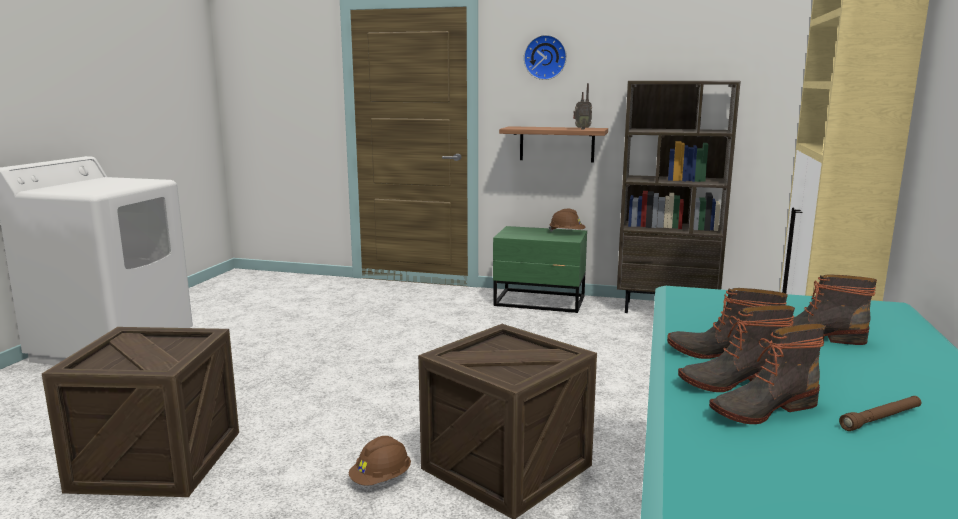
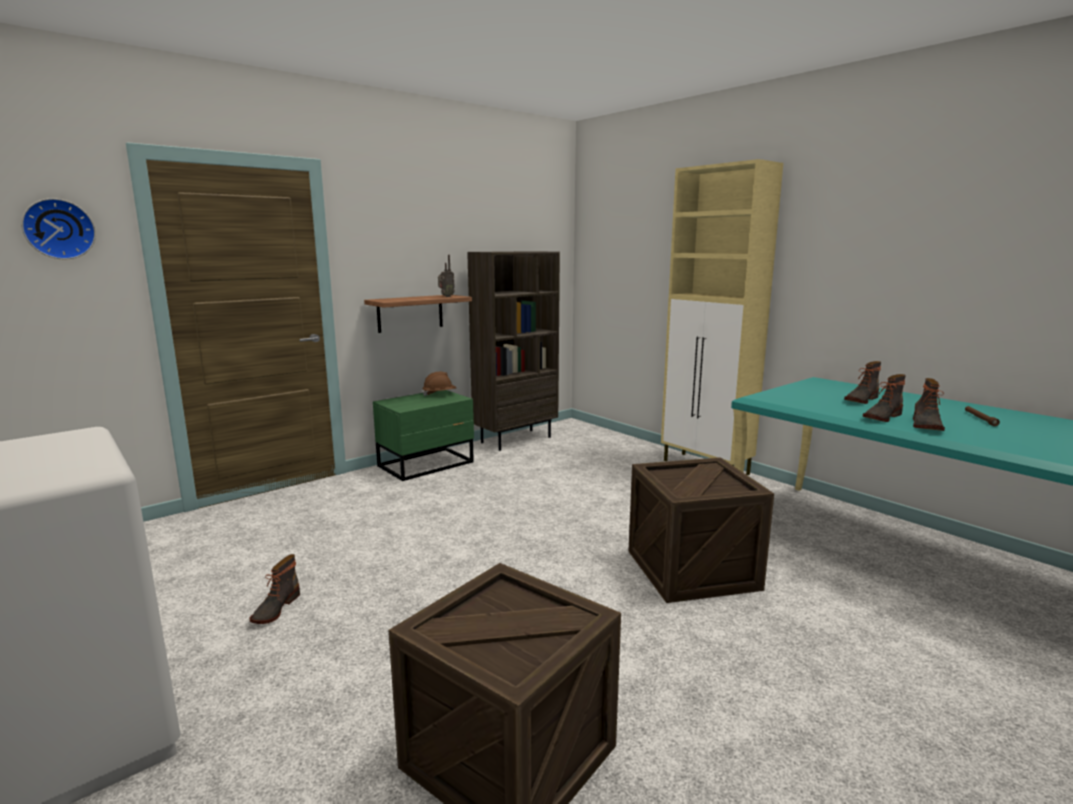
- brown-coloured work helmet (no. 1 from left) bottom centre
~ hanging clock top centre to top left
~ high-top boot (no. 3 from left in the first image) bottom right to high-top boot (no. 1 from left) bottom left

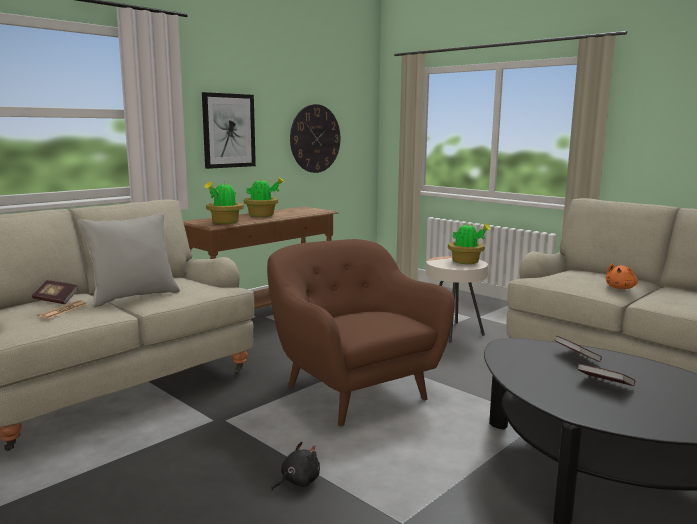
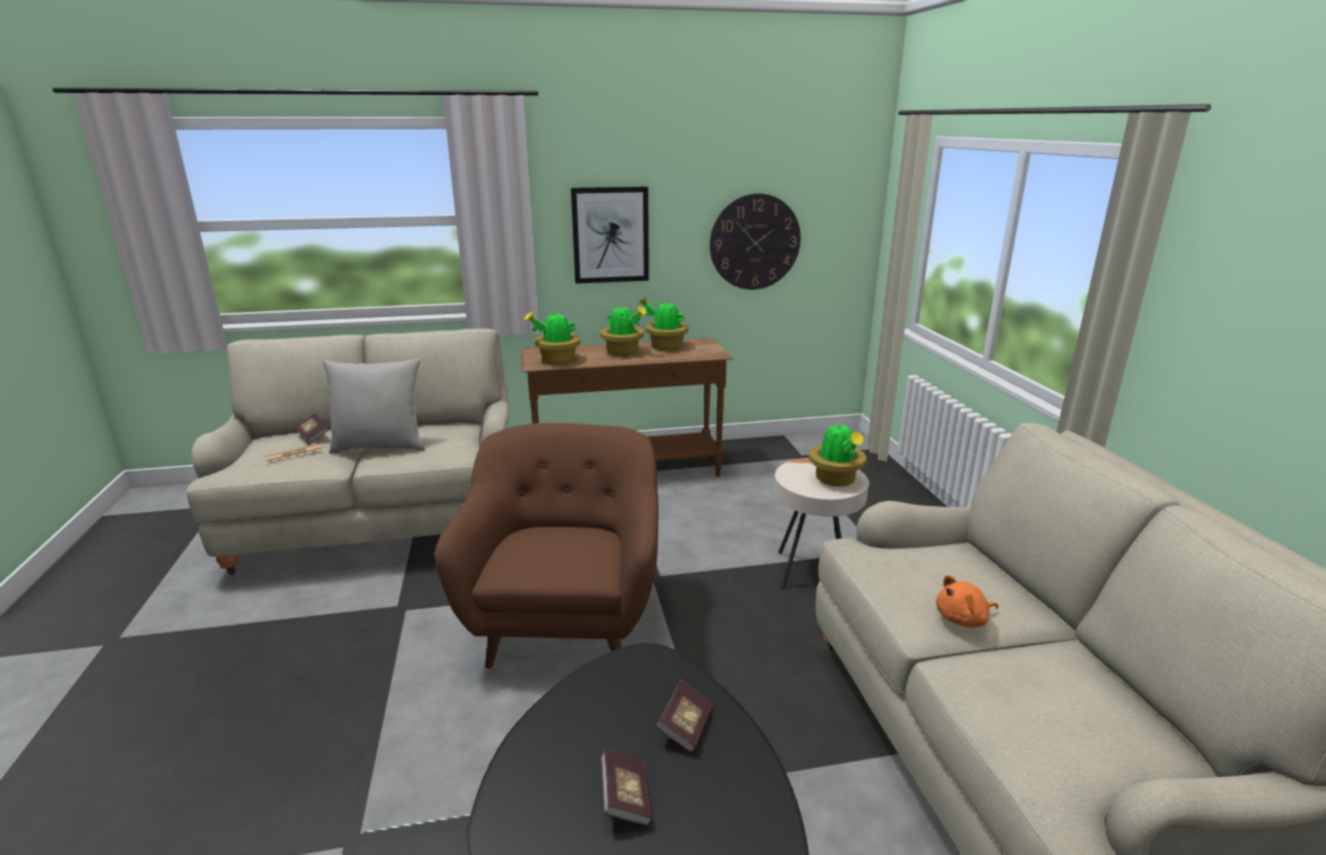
- black-coloured plush toy bottom centre
+ houseplant (no. 3 from left) centre

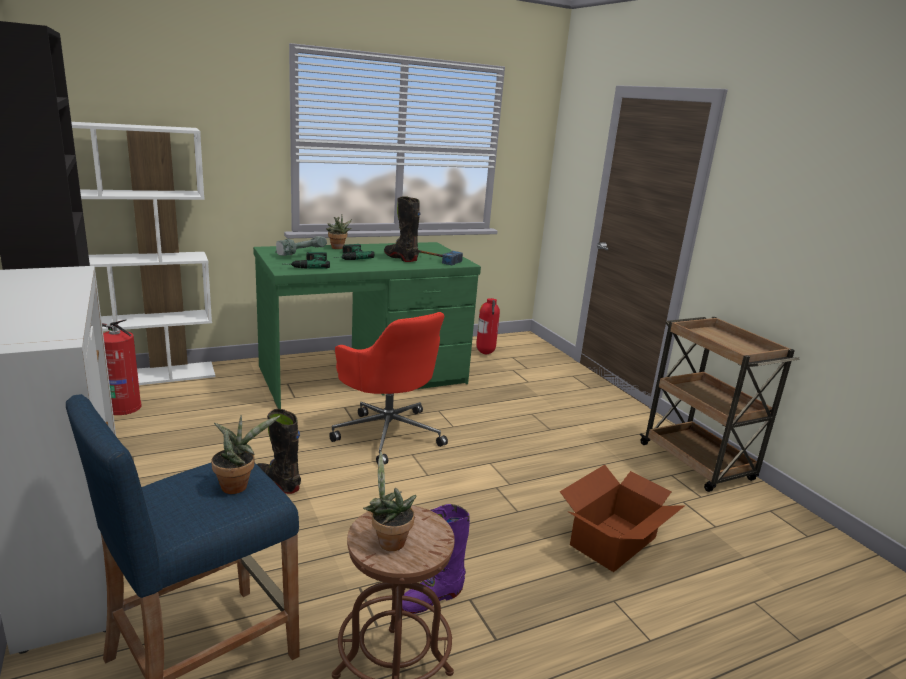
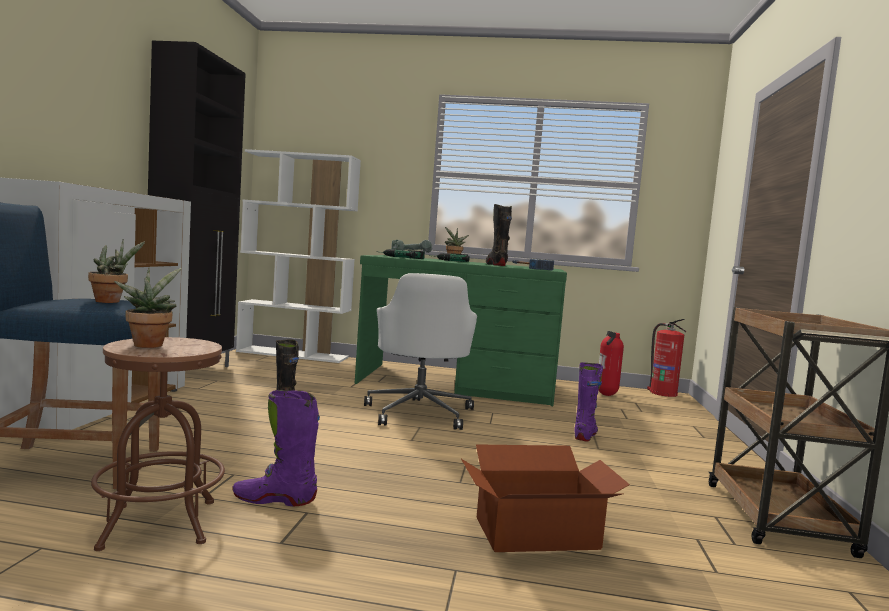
~ fire extinguisher (no. 1 from left in the first image) middle left to fire extinguisher (no. 2 from left) middle right
~ reddish office chair centre to white office chair centre
+ purplish high-top boot (no. 2 from left) centre

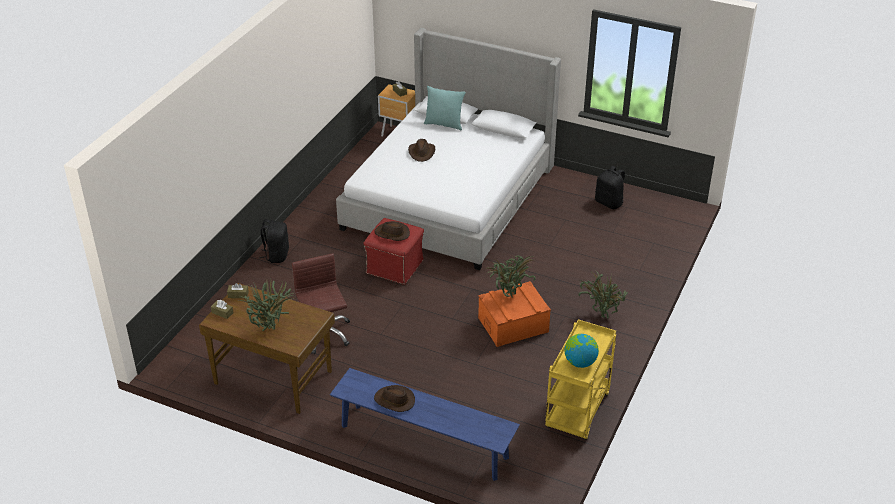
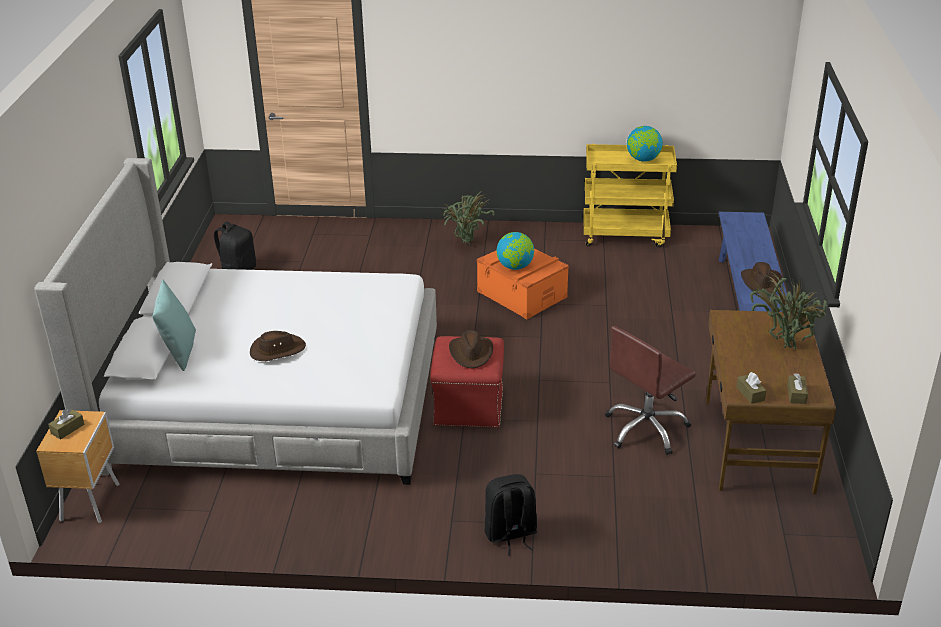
~ houseplant (no. 2 from left) centre to world globe (no. 1 from left) centre

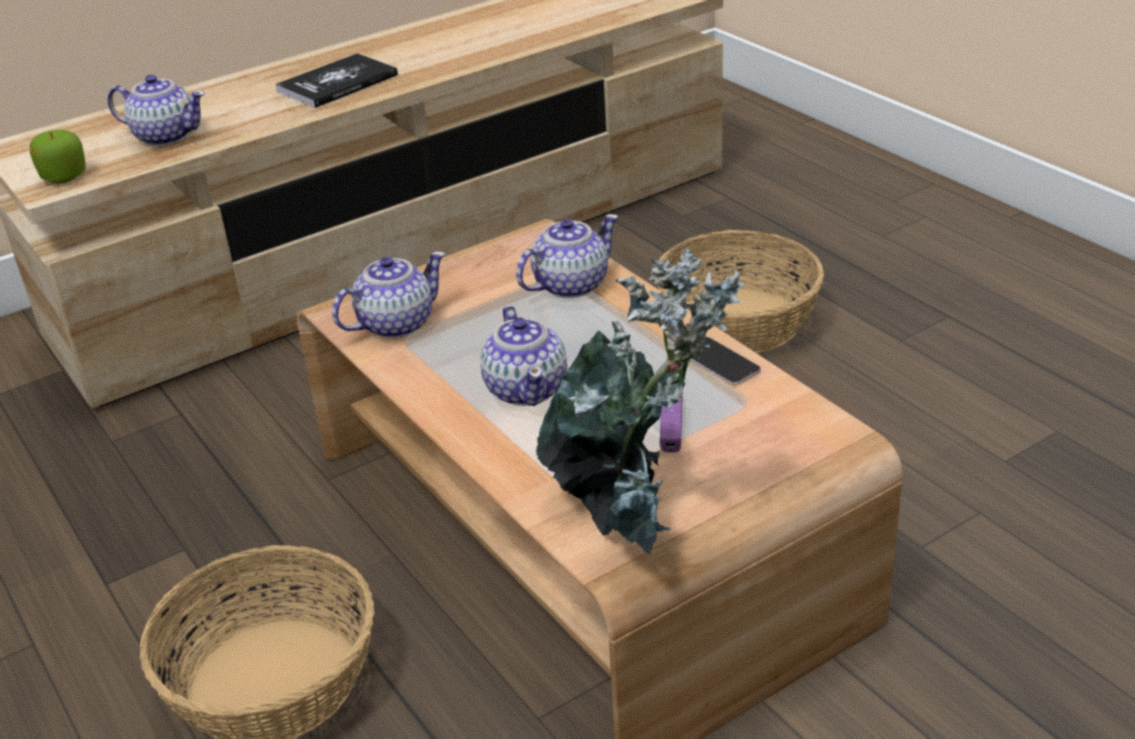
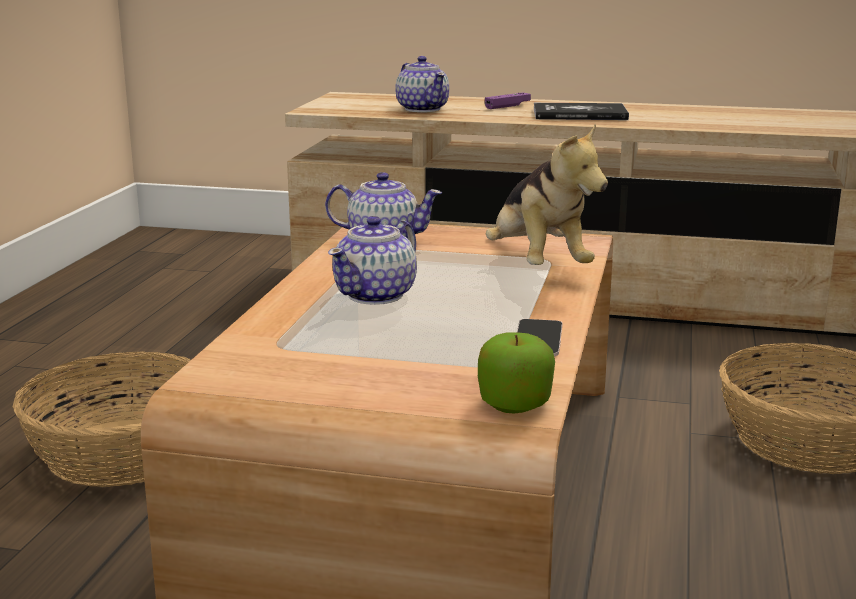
~ apple fruit top left to centre
~ tea pot (no. 4 from left) centre to plush toy top centre
- houseplant centre
~ purplish gamepad centre to top centre

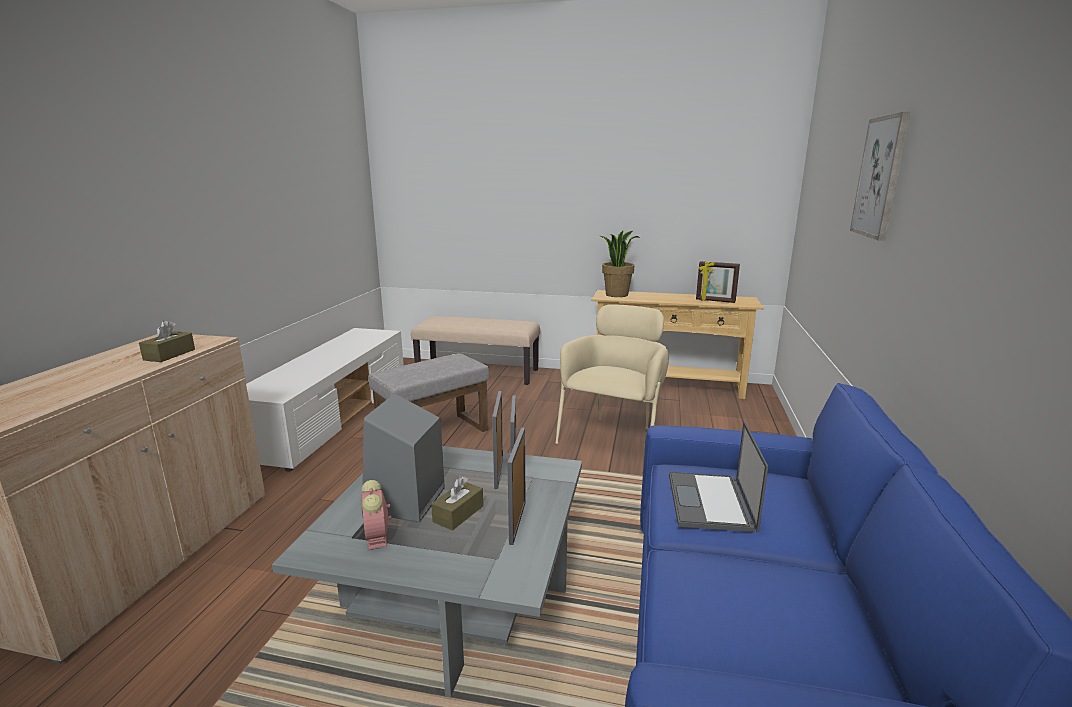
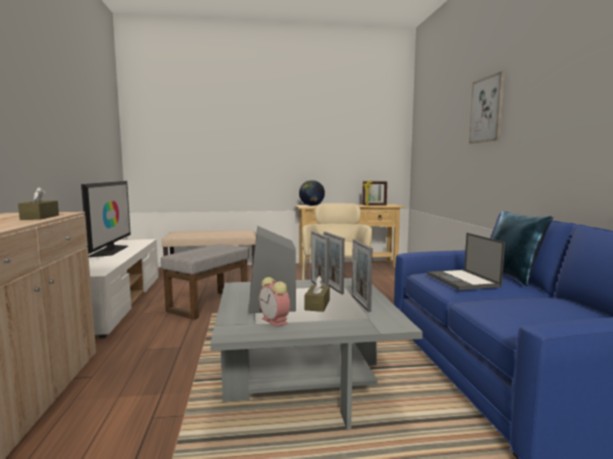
~ houseplant centre to world globe centre
+ TV set middle left
+ bluish throw pillow middle right

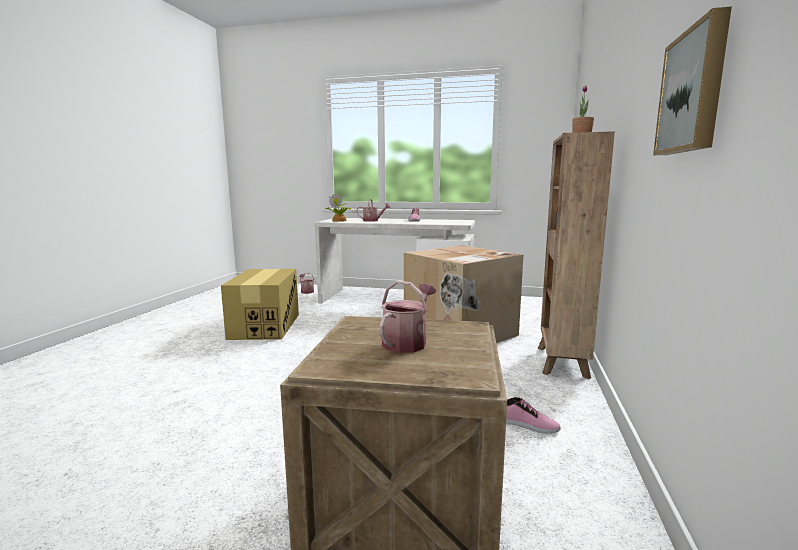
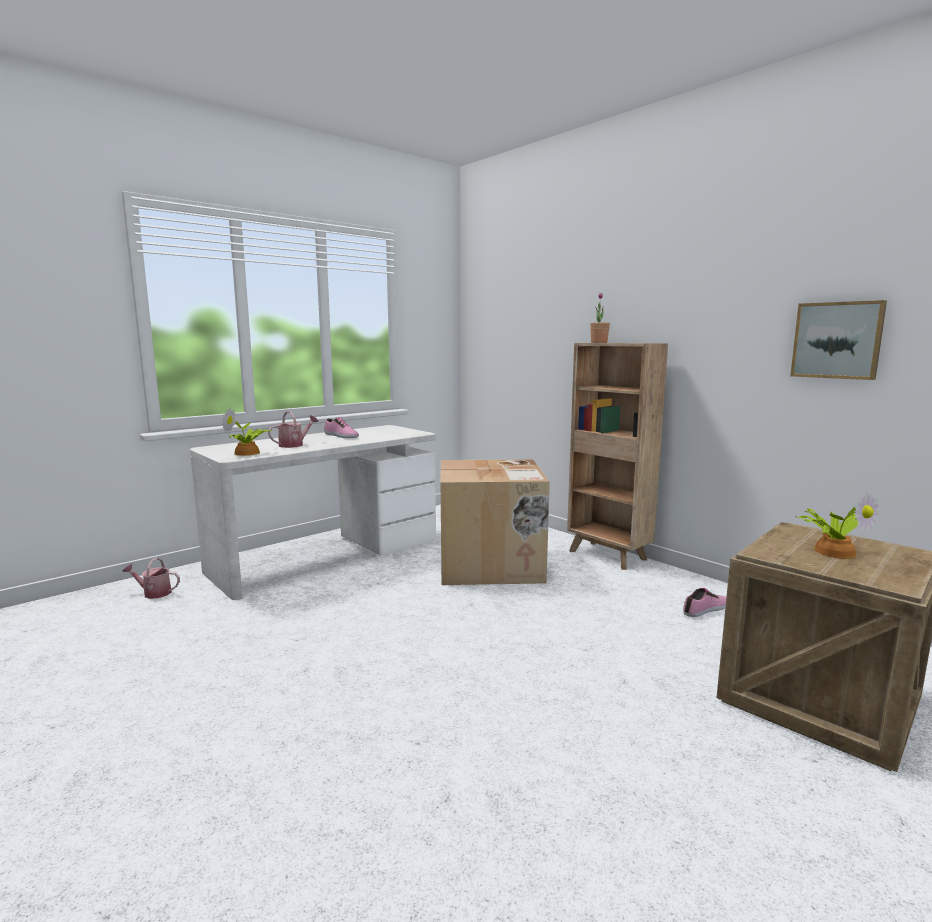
- cardboard box (no. 1 from left) middle left
~ watering pot (no. 3 from left) centre to houseplant (no. 3 from left) middle right

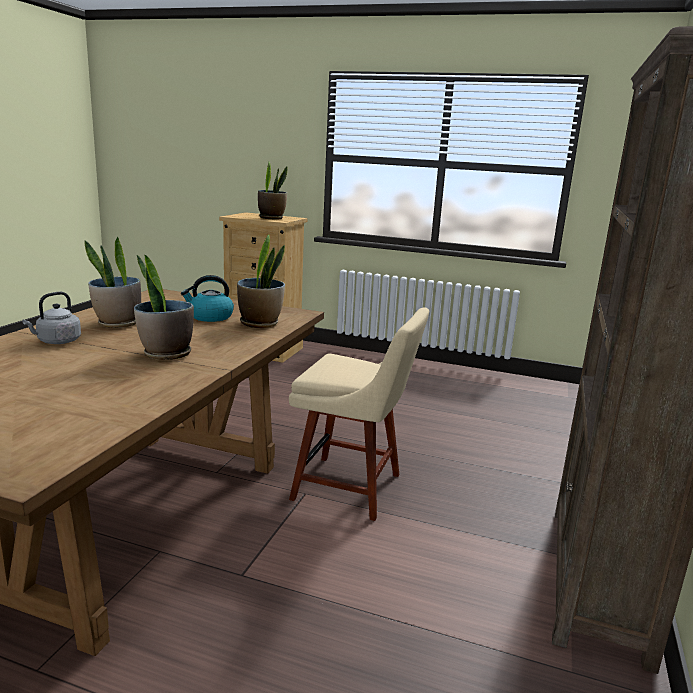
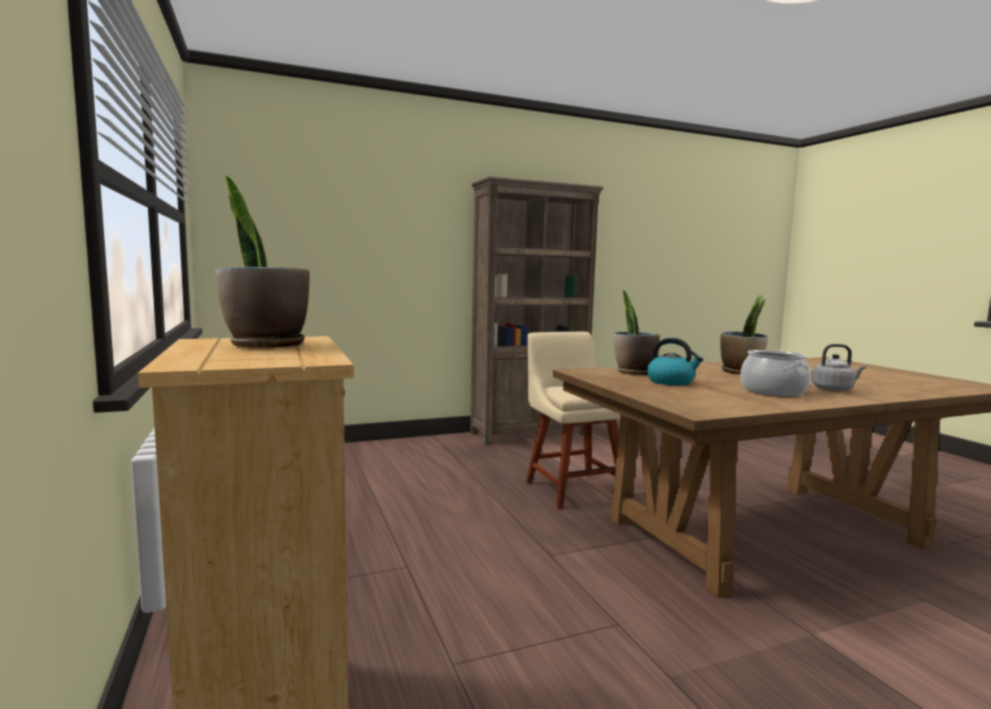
~ houseplant (no. 1 from left) middle left to cooking pot middle right

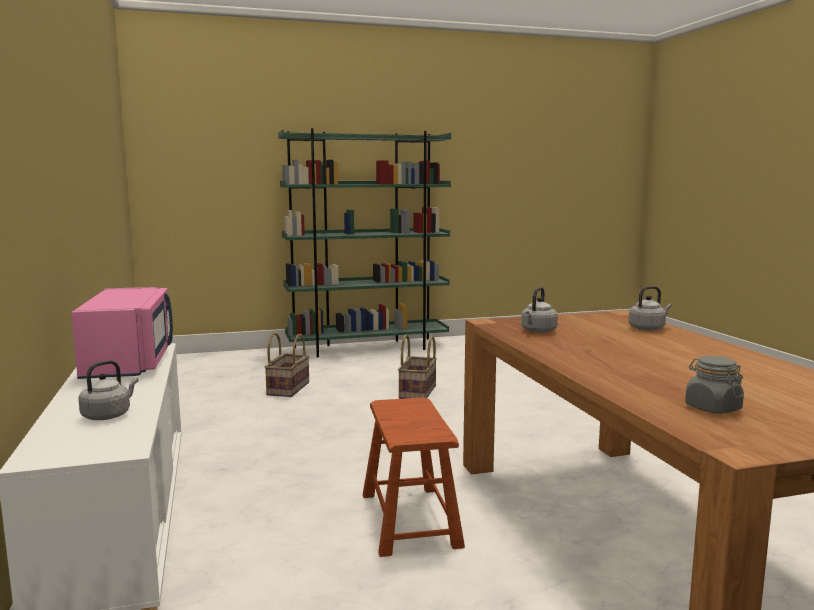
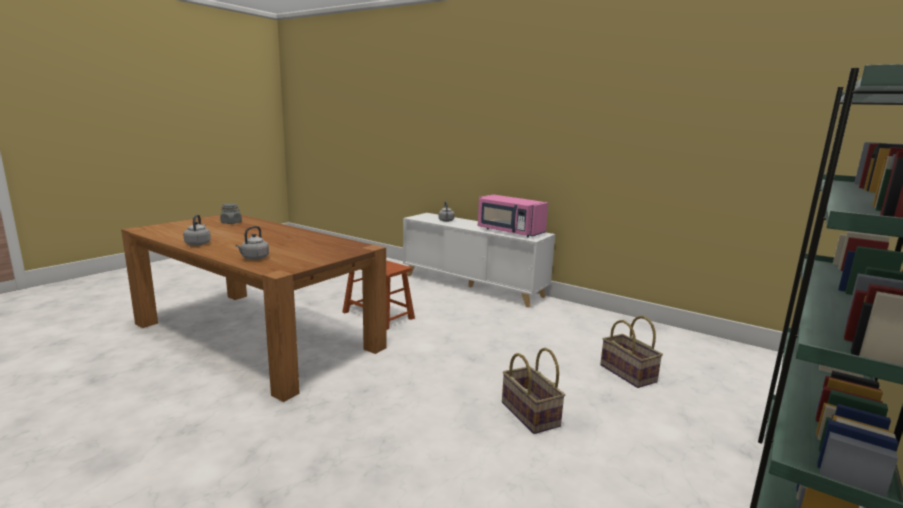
~ grey water kettle (no. 2 from left in the first image) centre to grey water kettle (no. 1 from left) middle left

